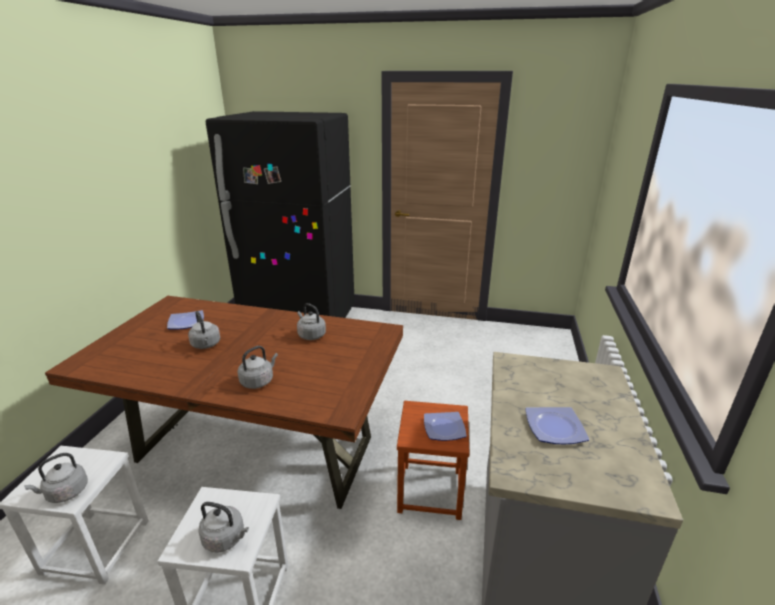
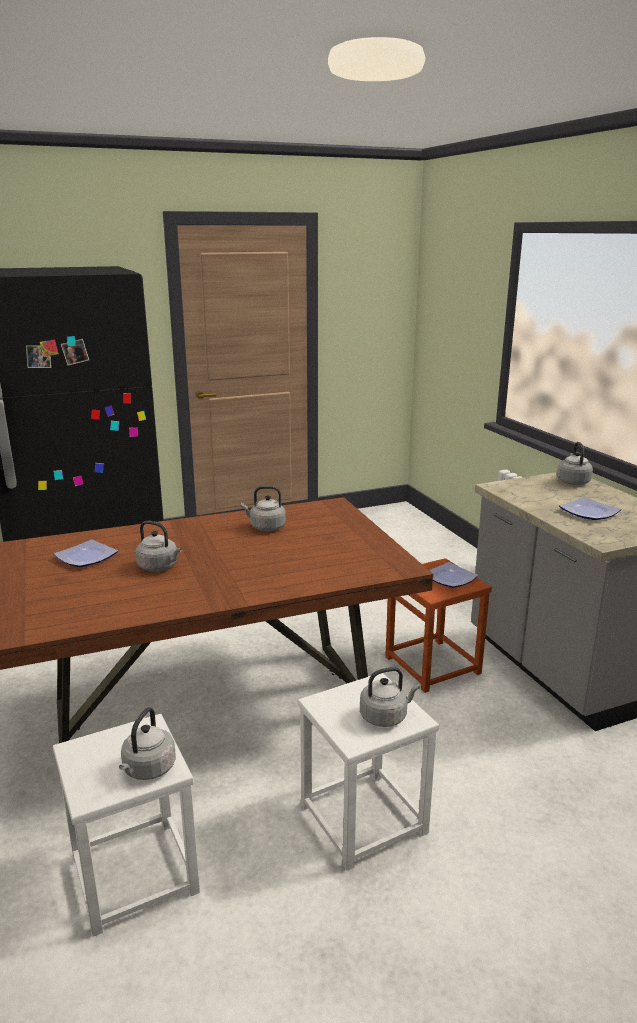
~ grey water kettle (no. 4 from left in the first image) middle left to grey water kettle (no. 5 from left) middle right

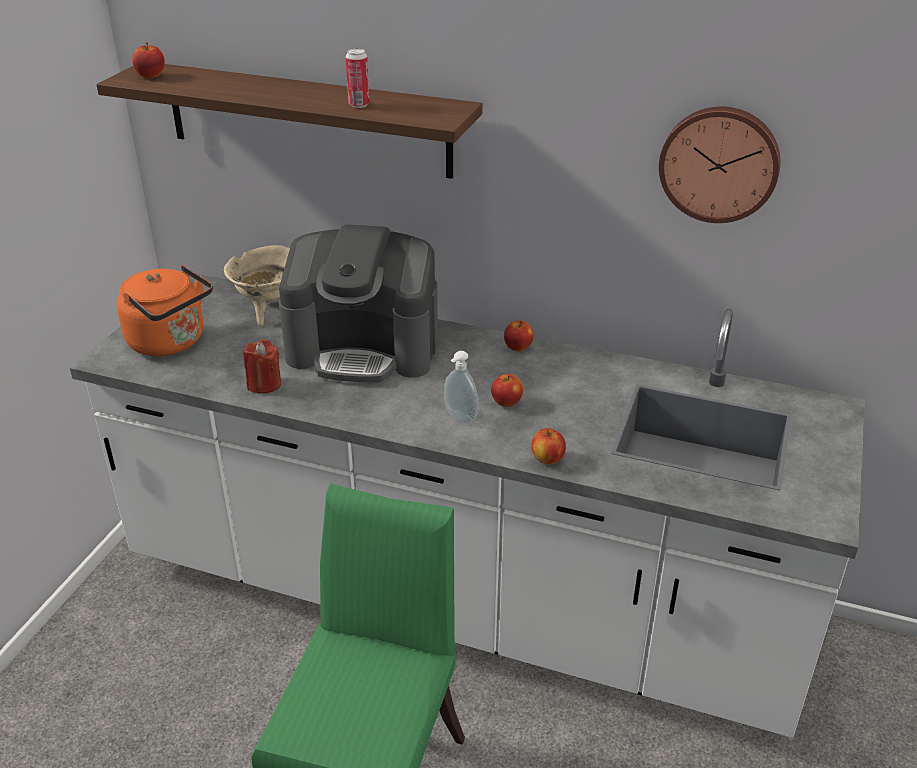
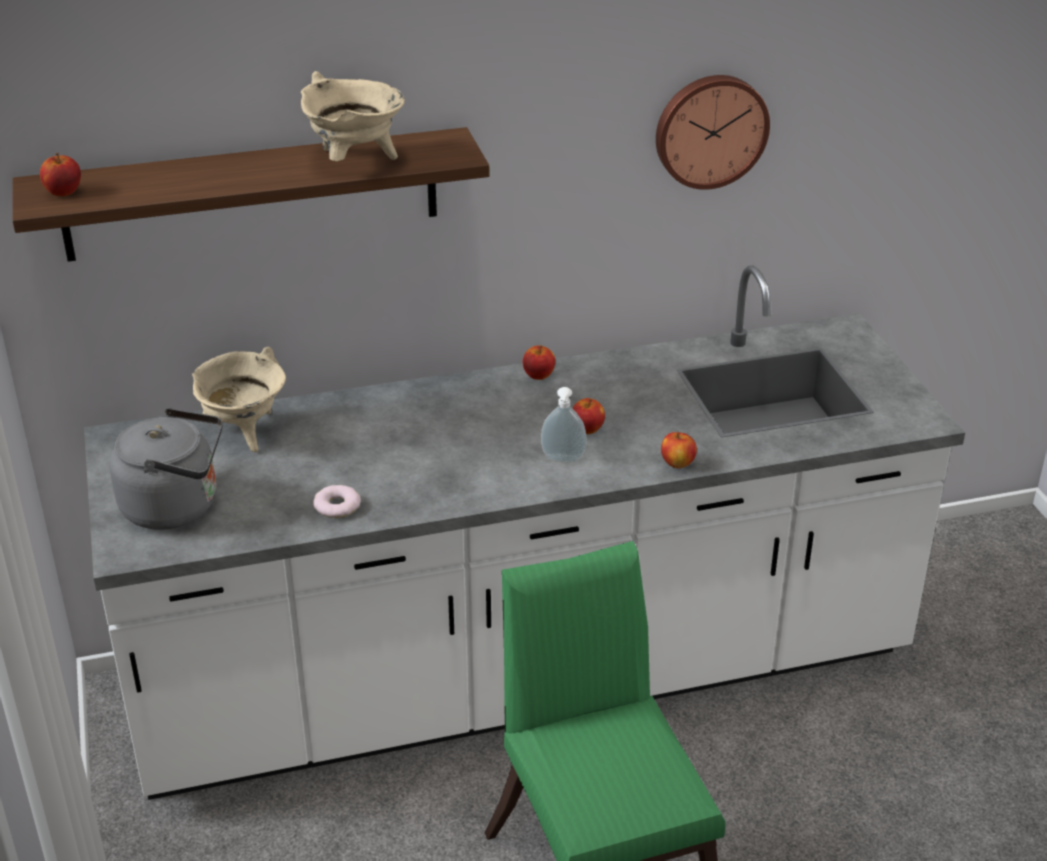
~ orange-coloured water kettle middle left to grey water kettle middle left
~ reddish candle middle left to doughnut middle left
- coffee maker centre
~ can top centre to sand-coloured cooking pot (no. 2 from left) top centre

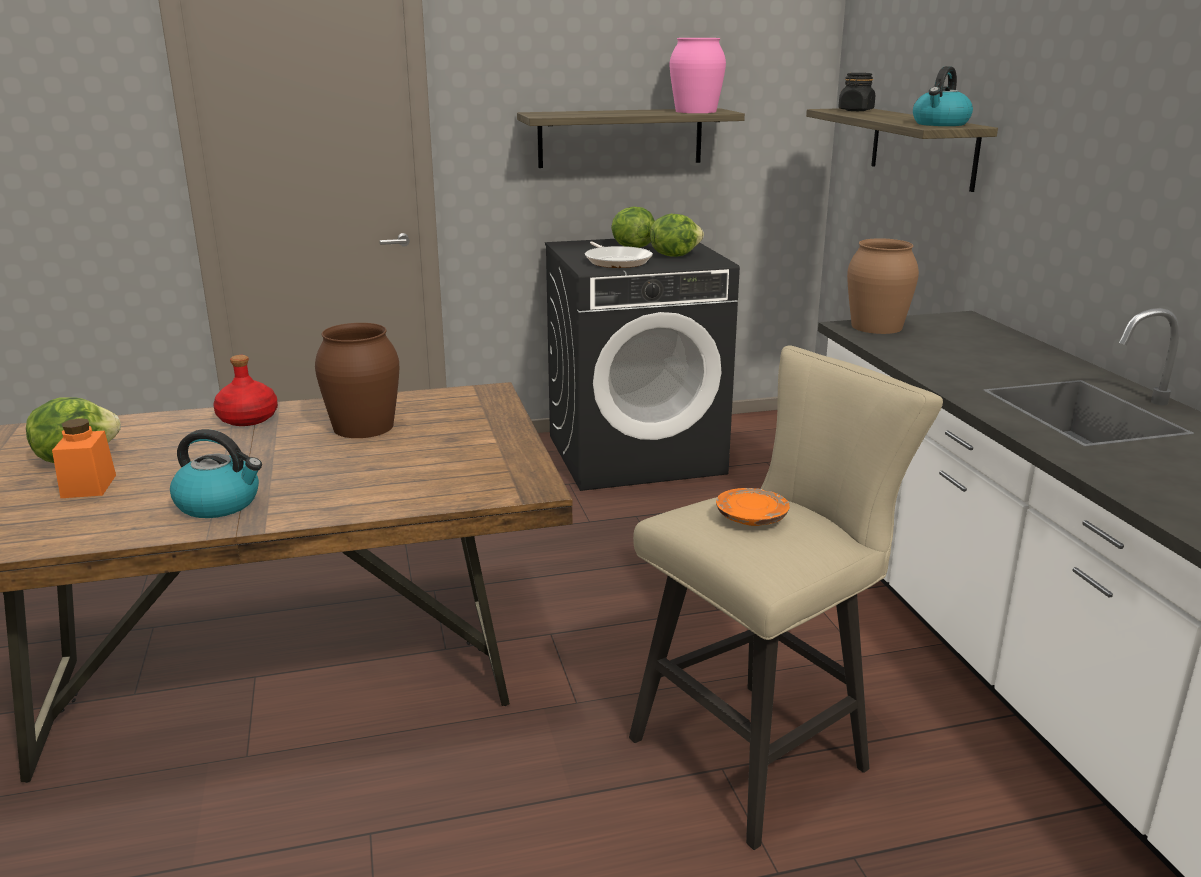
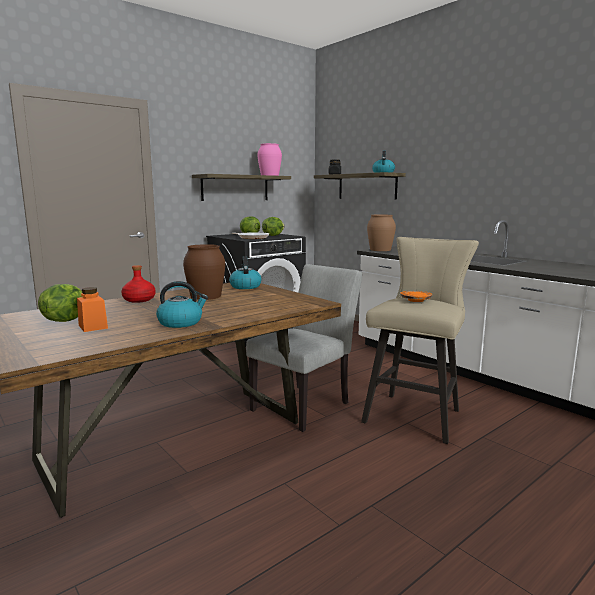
+ water kettle (no. 2 from left) centre
+ grey upright chair centre

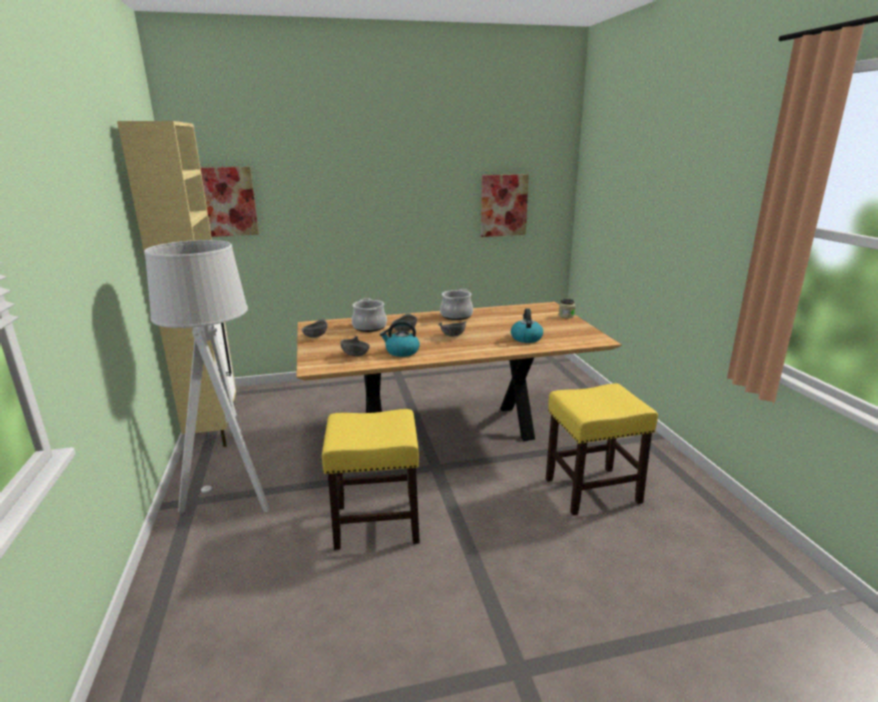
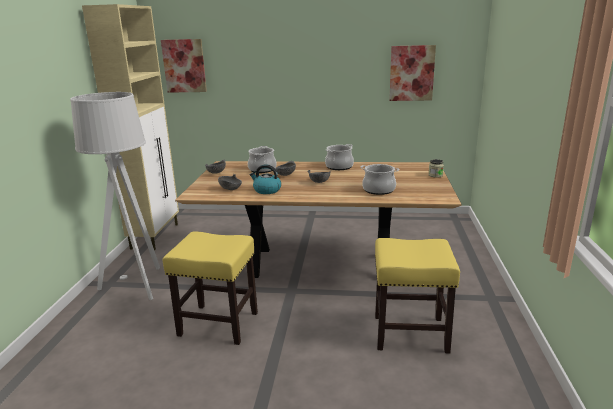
~ water kettle (no. 2 from left) centre to cooking pot (no. 3 from left) centre

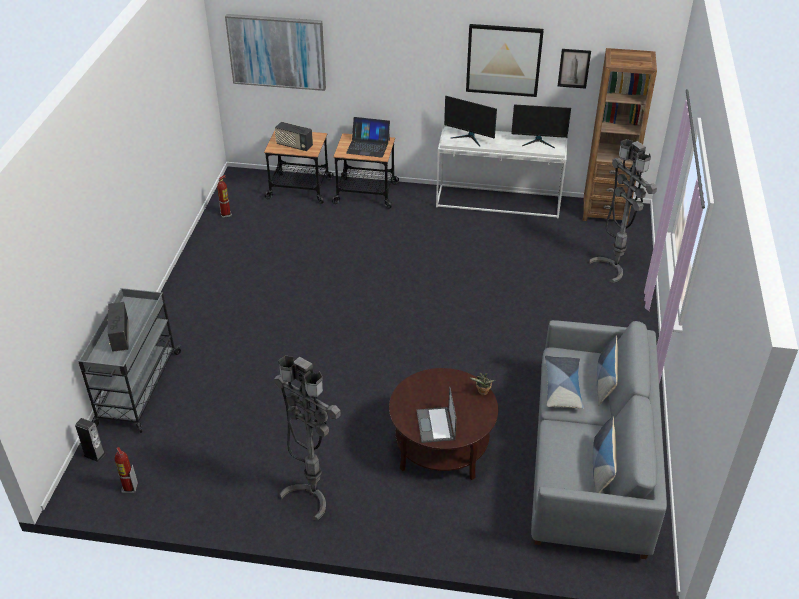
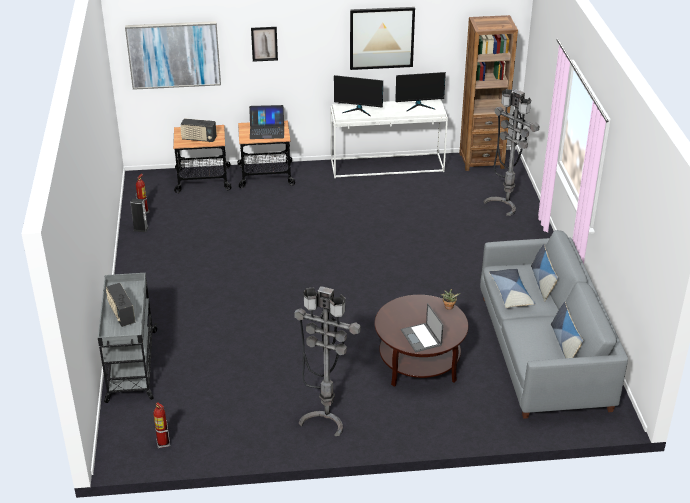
~ speaker bottom left to middle left
~ picture (no. 3 from left in the first image) top right to picture (no. 2 from left) top centre

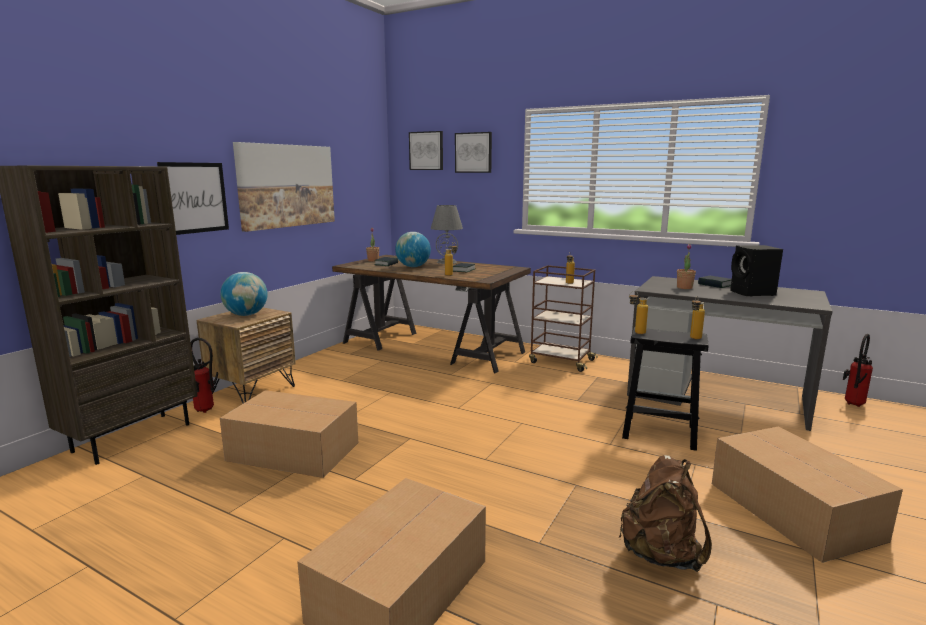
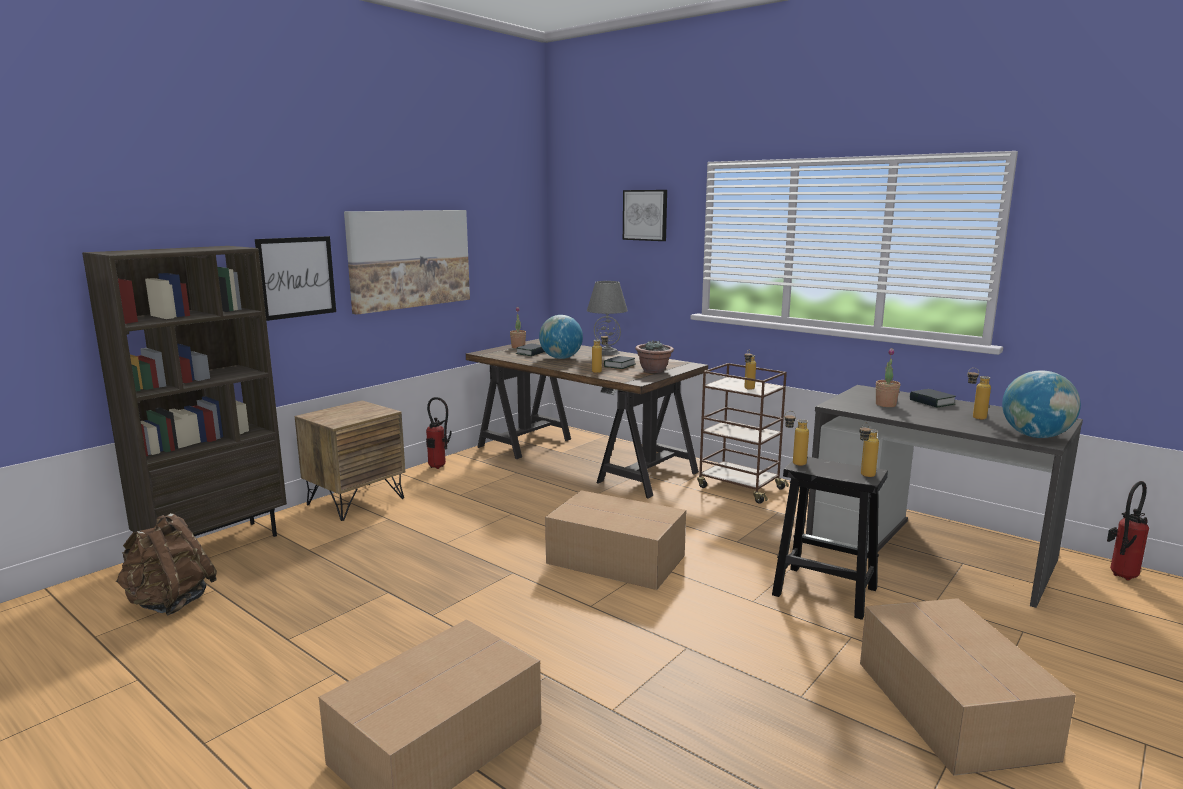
~ fire extinguisher (no. 1 from left) middle left to centre
~ world globe (no. 1 from left in the first image) middle left to world globe (no. 2 from left) middle right
~ cardboard box (no. 1 from left in the first image) bottom left to cardboard box (no. 2 from left) bottom centre
- picture (no. 3 from left) top centre
~ brown-coloured backpack bottom right to bottom left
~ black-coloured speaker middle right to beverage bottle (no. 5 from left) middle right
+ houseplant (no. 2 from left) centre

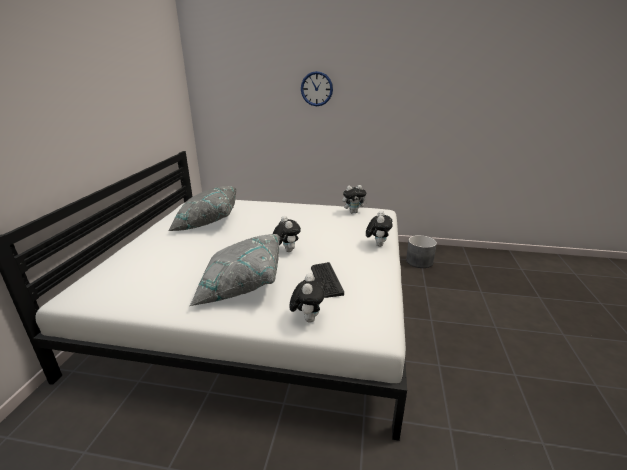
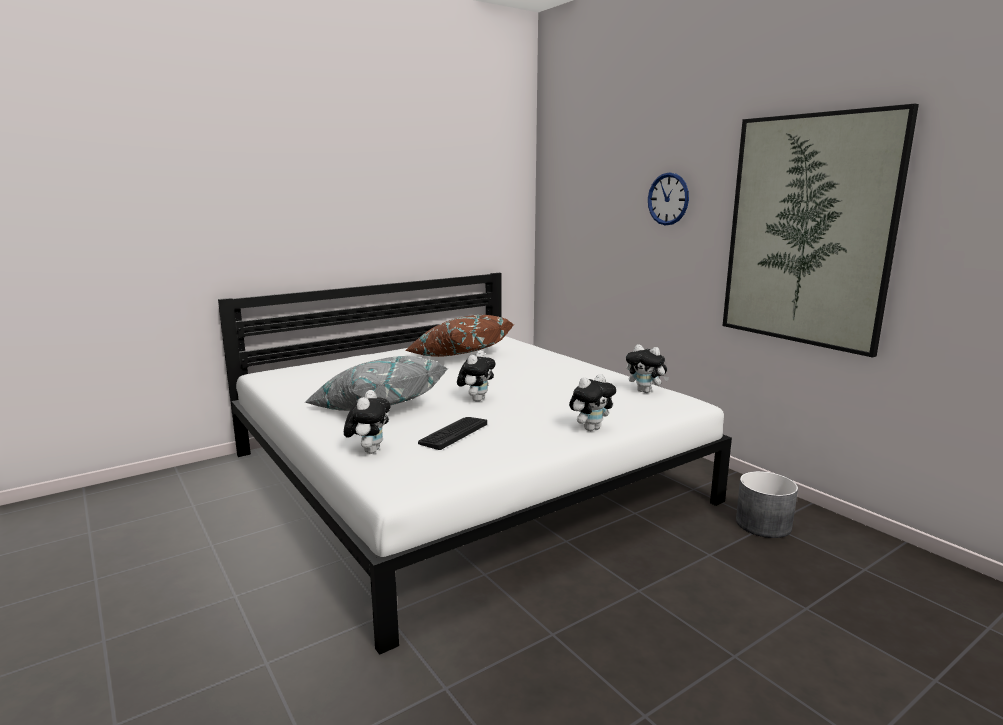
~ grey throw pillow (no. 1 from left) middle left to brown-coloured throw pillow centre
~ plush toy (no. 2 from left in the first image) centre = centre 45 degrees counterclockwise
+ picture top right

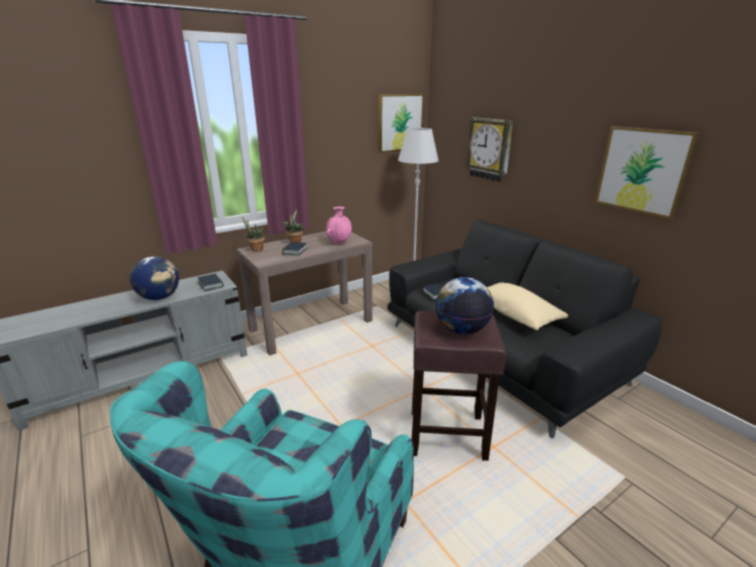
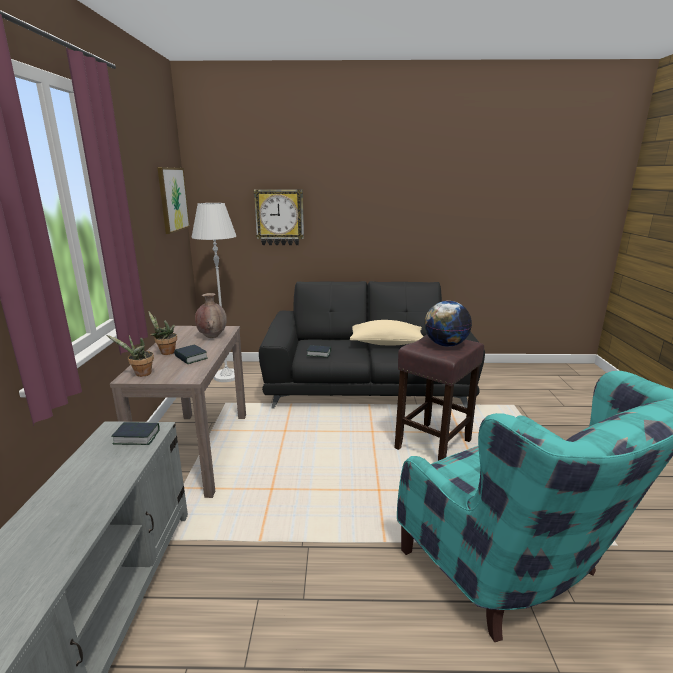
- world globe (no. 1 from left) middle left
~ pinkish decorative vase centre to brown-coloured decorative vase middle left
- picture (no. 2 from left) top right

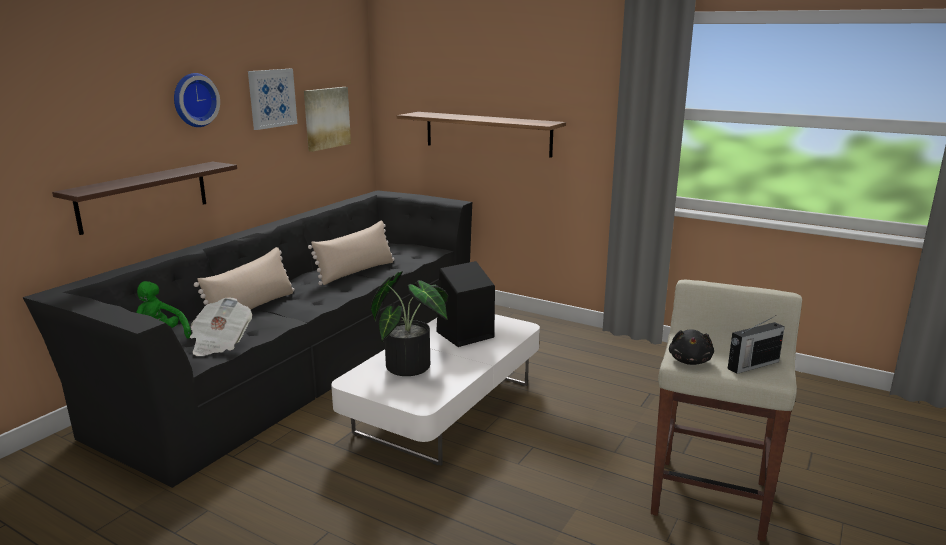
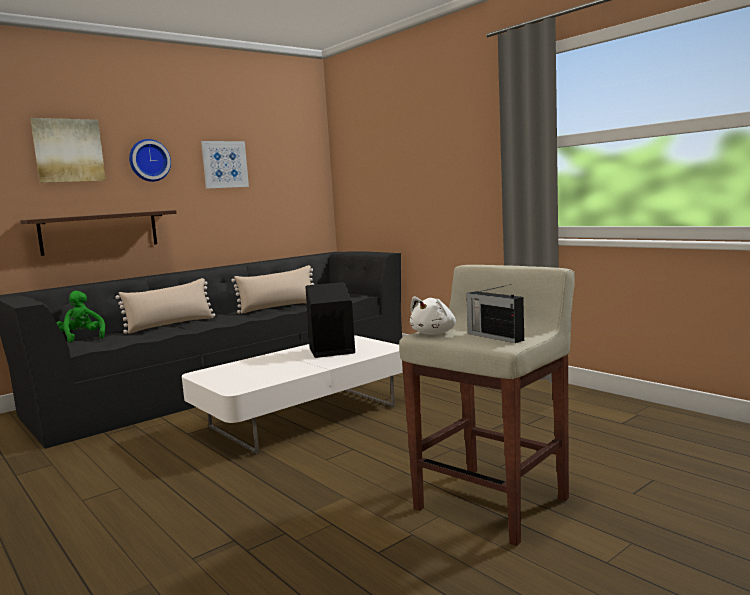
- newspaper middle left
~ picture (no. 2 from left in the first image) top centre to picture (no. 1 from left) top left
- houseplant centre
- wall shelf (no. 2 from left) top centre
~ black-coloured plush toy middle right to white plush toy centre
~ radio receiver middle right = centre 60 degrees clockwise

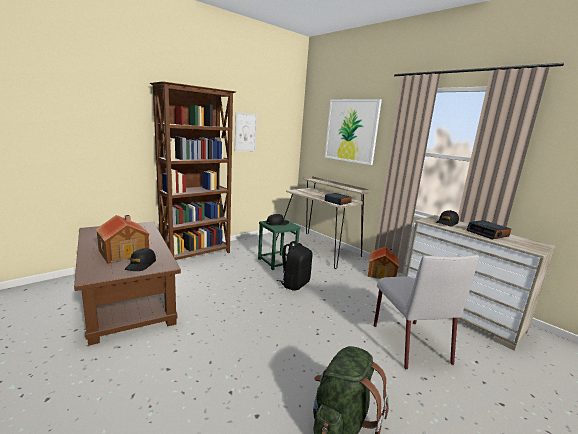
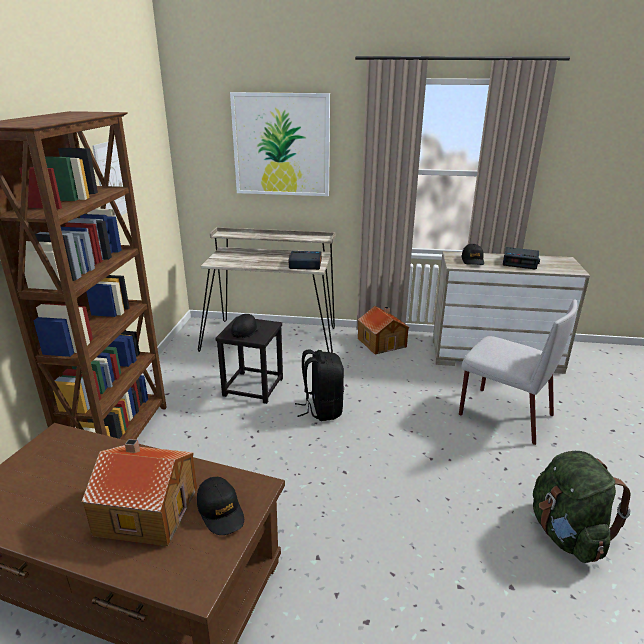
~ greenish stool centre to black-coloured stool centre

